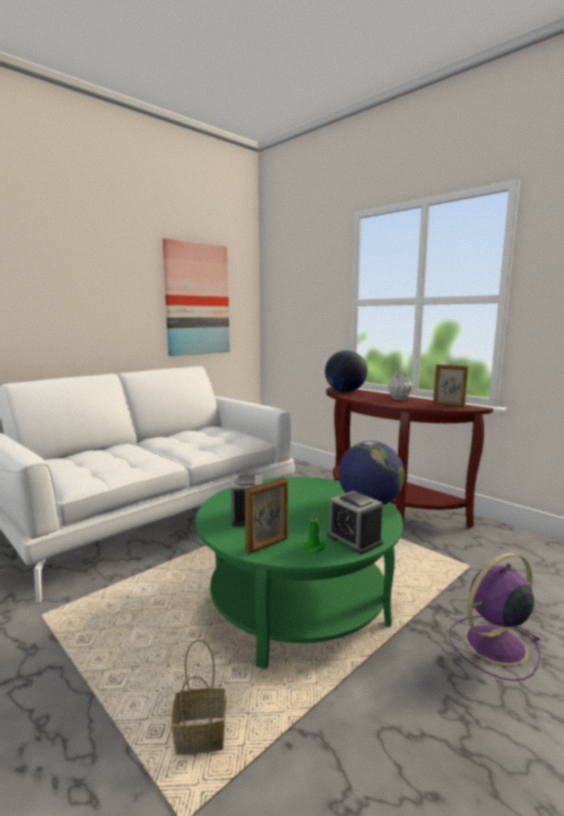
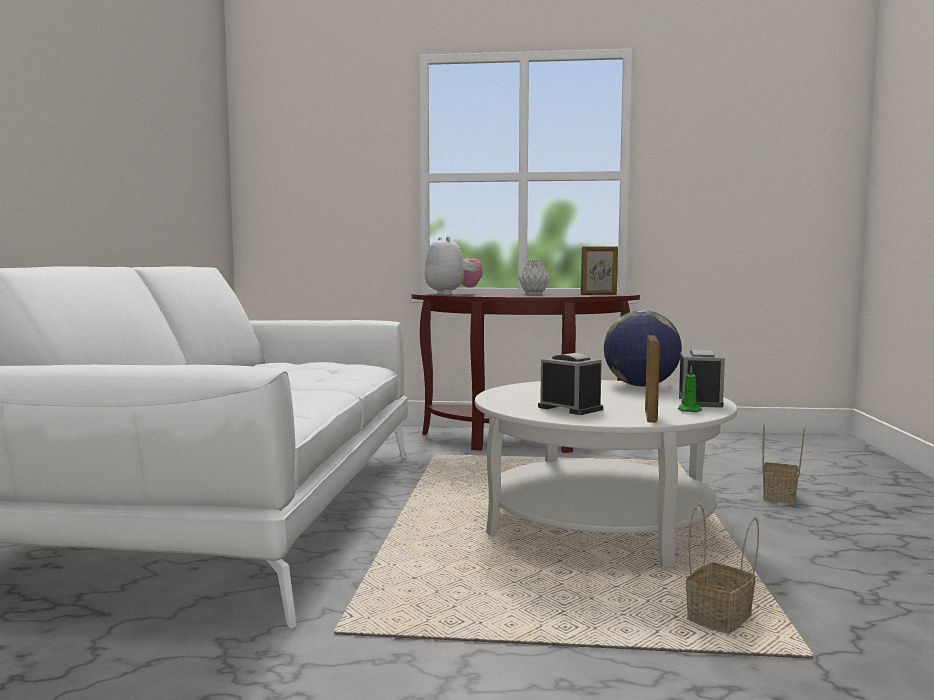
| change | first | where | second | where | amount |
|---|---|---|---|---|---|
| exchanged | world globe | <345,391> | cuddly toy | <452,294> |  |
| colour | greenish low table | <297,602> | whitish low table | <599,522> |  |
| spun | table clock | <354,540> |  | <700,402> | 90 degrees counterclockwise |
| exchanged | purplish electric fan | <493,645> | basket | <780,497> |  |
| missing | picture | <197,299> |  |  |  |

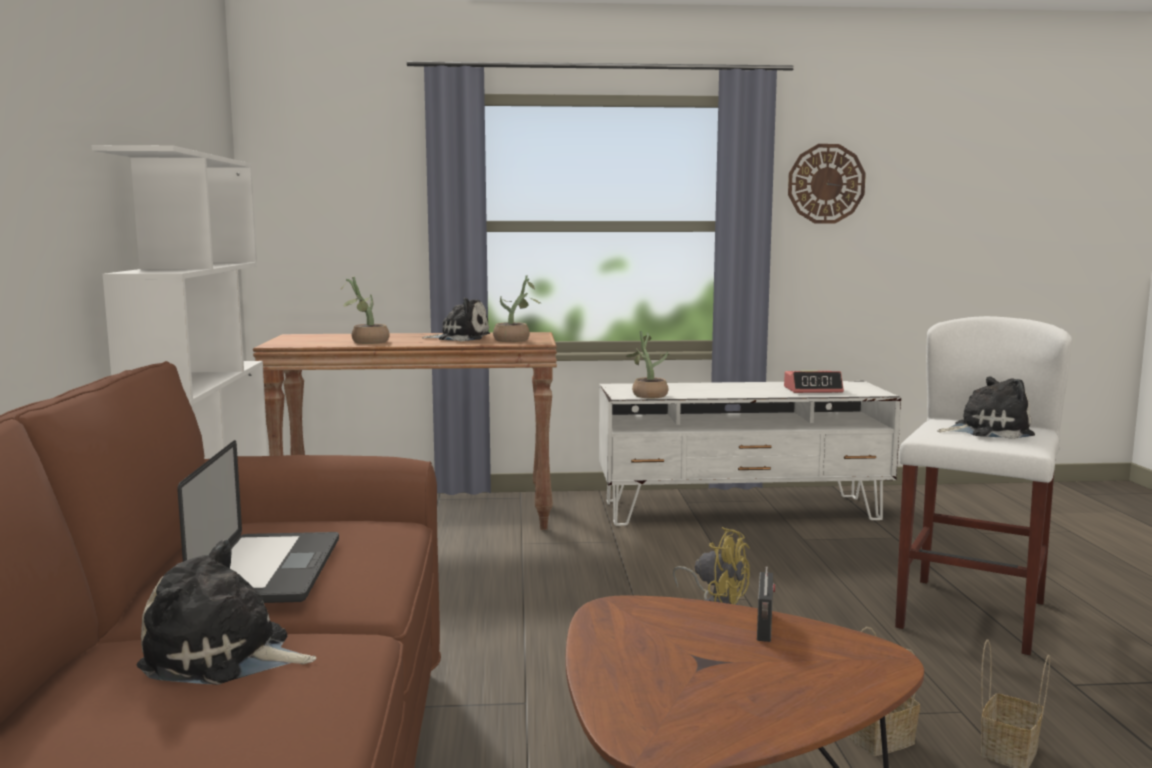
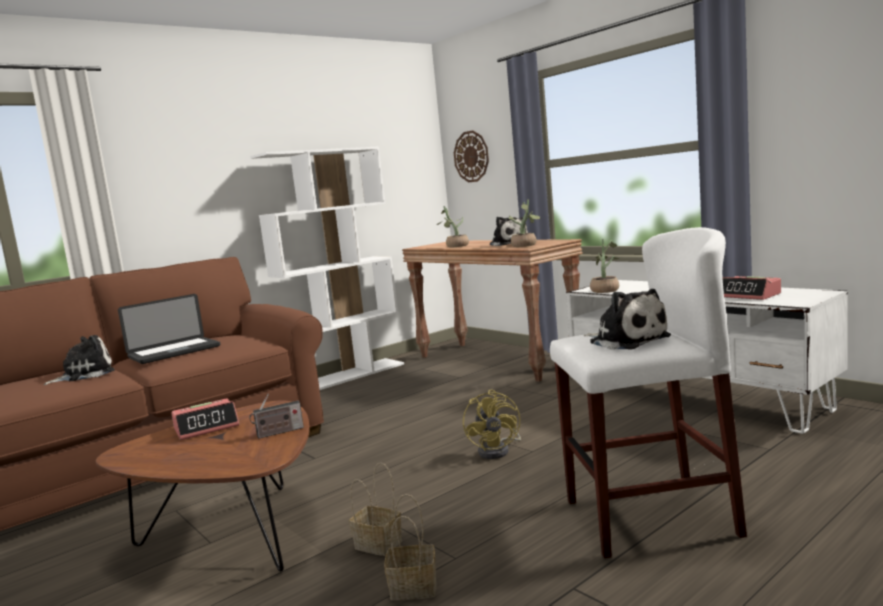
| change | first | where | second | where | amount |
|---|---|---|---|---|---|
| spun | cuddly toy | <223,656> |  | <84,374> | 75 degrees clockwise |
| appeared |  |  | table clock | <207,427> |  |
| relocated | hanging clock | <826,184> |  | <471,156> |  |

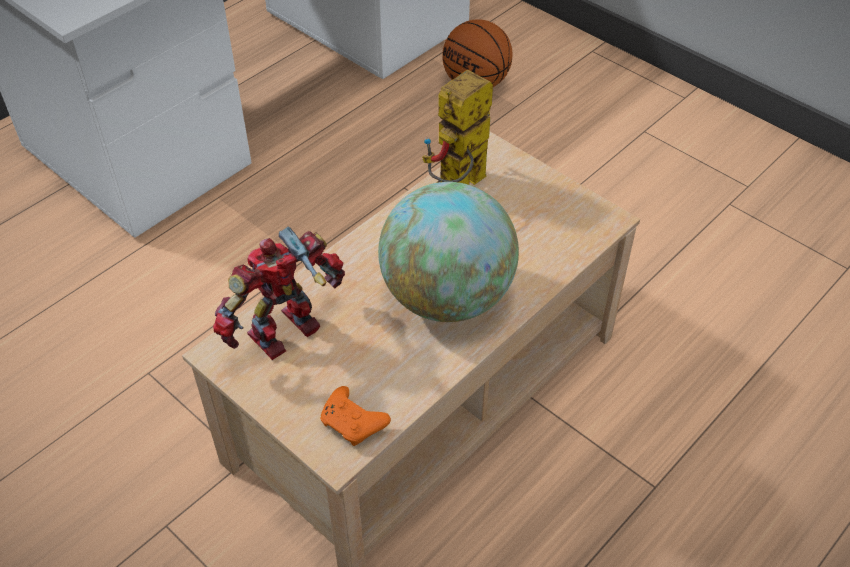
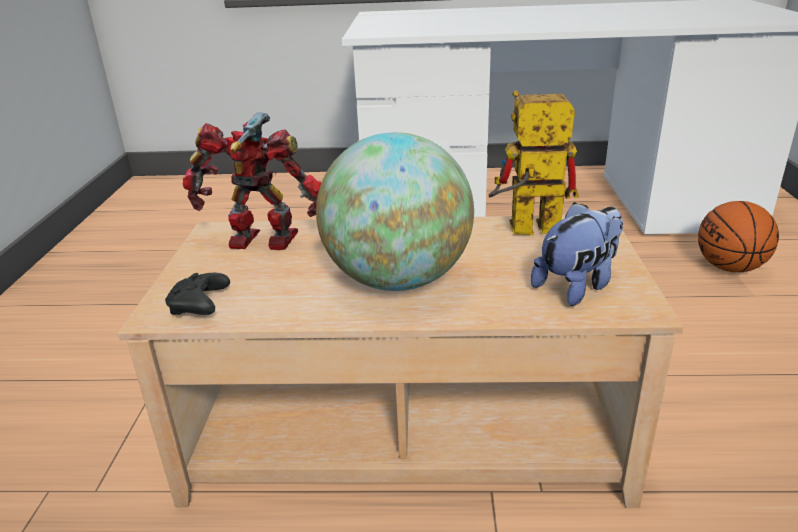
| change | first | where | second | where | amount |
|---|---|---|---|---|---|
| colour | orangey joypad | <354,423> | blackish joypad | <200,306> |  |
| appeared |  |  | cuddly toy | <577,286> |  |

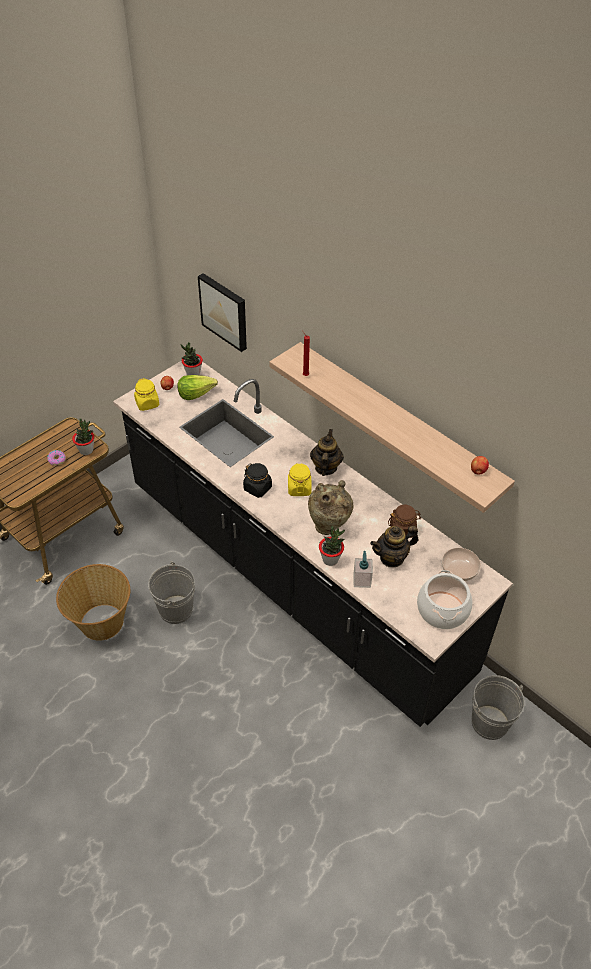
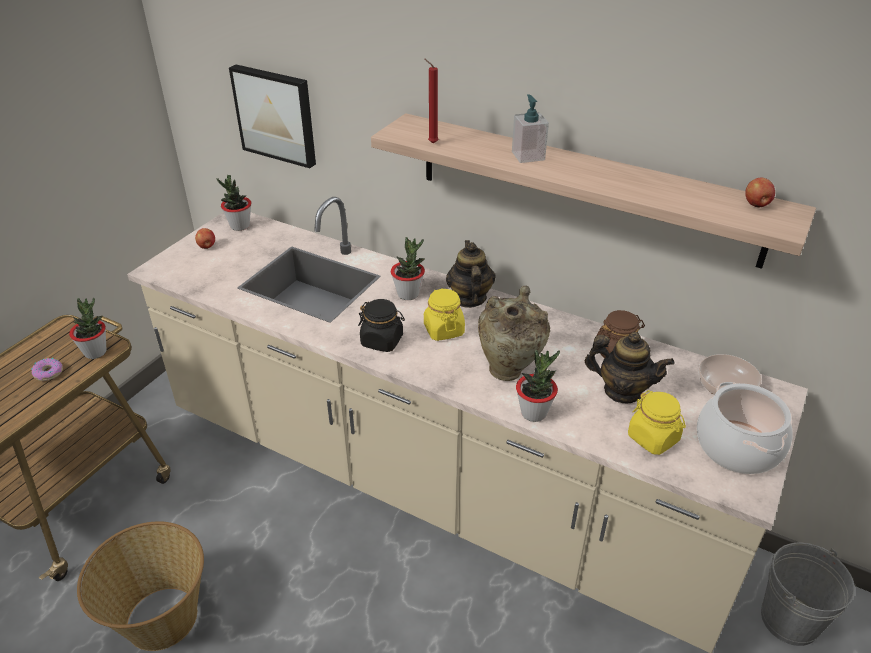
| change | first | where | second | where | amount |
|---|---|---|---|---|---|
| colour | blackish counter | <293,576> | beige-coloured counter | <435,482> |  |
| appeared |  |  | plant in a pot | <408,294> |  |
| relocated | soap bottle | <362,580> |  | <528,156> |  |
| spun | tea pot | <392,557> |  | <622,391> | 120 degrees counterclockwise |
| relocated | yellowish preserve jar | <147,403> |  | <653,438> |  |
| missing | greyish pail | <176,609> |  |  |  |
| missing | head of lettuce | <196,393> |  |  |  |

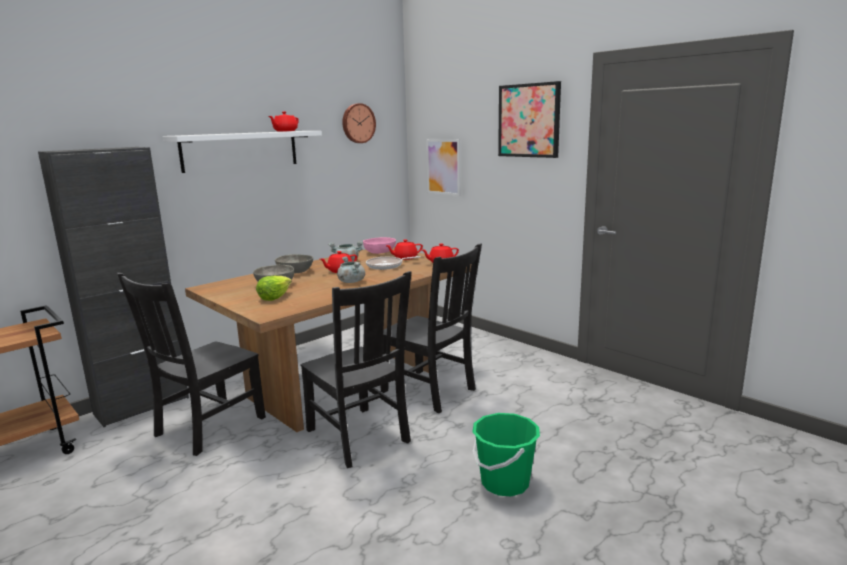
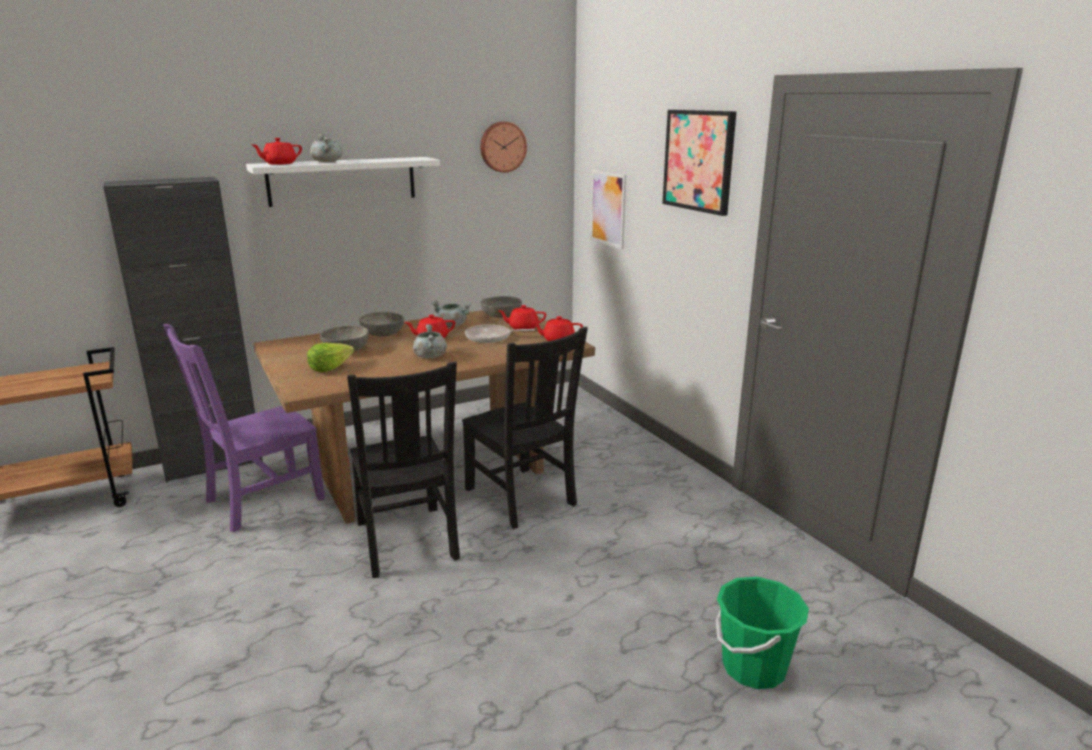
| change | first | where | second | where | amount |
|---|---|---|---|---|---|
| colour | blackish chair | <207,428> | purplish chair | <261,501> |  |
| relocated | red-coloured tea pot | <285,131> |  | <279,164> |  |
| appeared |  |  | greyish saucepot | <327,162> |  |
| colour | pink-coloured bowl | <380,252> | greyish bowl | <501,316> |  |
| relocated | greenish pail | <504,482> |  | <753,667> |  |

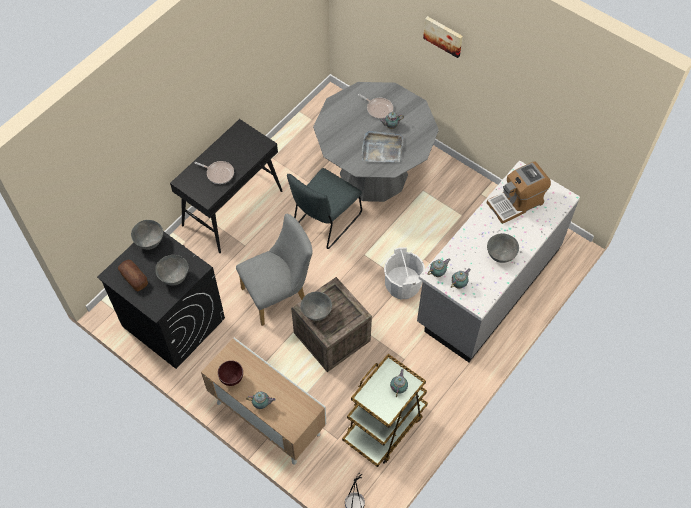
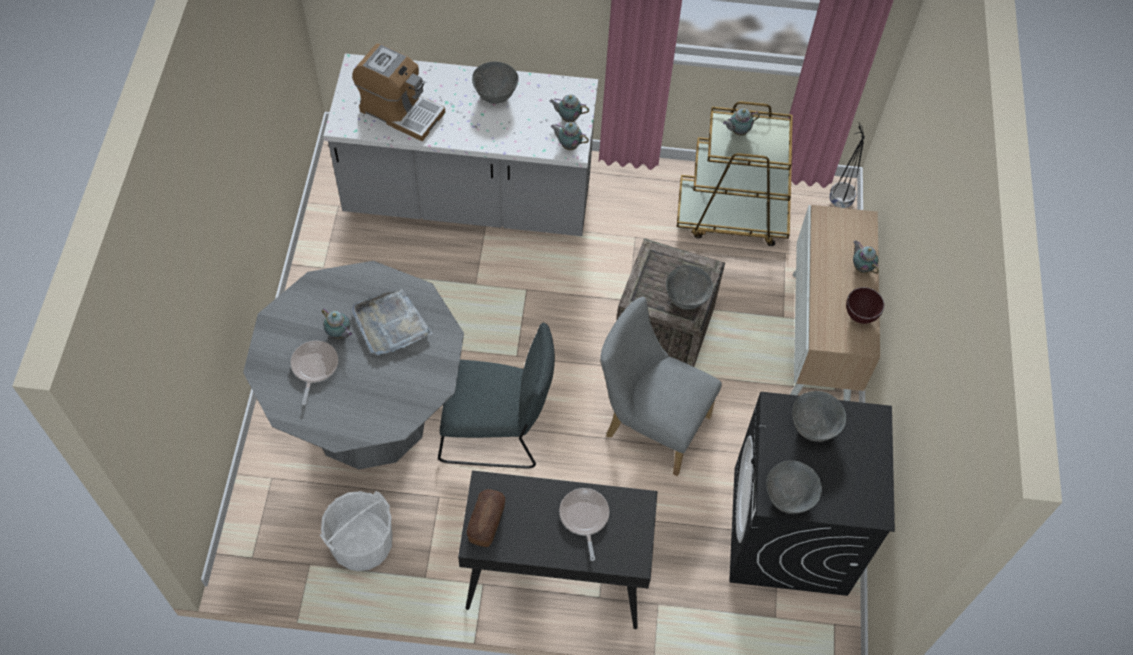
| change | first | where | second | where | amount |
|---|---|---|---|---|---|
| relocated | whitish pail | <403,285> |  | <362,544> |  |
| relocated | bakery bread | <134,278> |  | <486,522> |  |
| missing | picture | <443,36> |  |  |  |

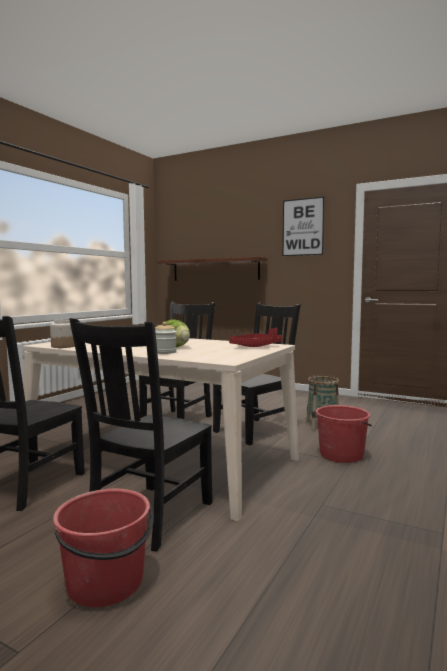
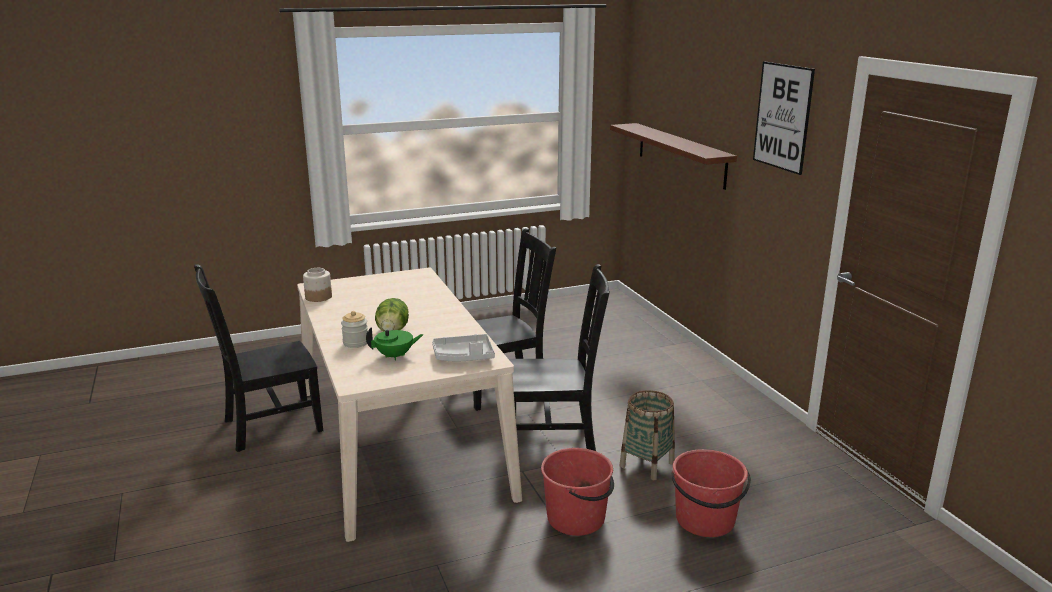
| change | first | where | second | where | amount |
|---|---|---|---|---|---|
| appeared |  |  | greenish tea pot | <395,356> |  |
| colour | red-coloured tray | <256,346> | greyish tray | <464,356> |  |
| relocated | red-coloured pail | <106,583> |  | <705,520> |  |
| missing | blackish chair | <149,517> |  |  |  |

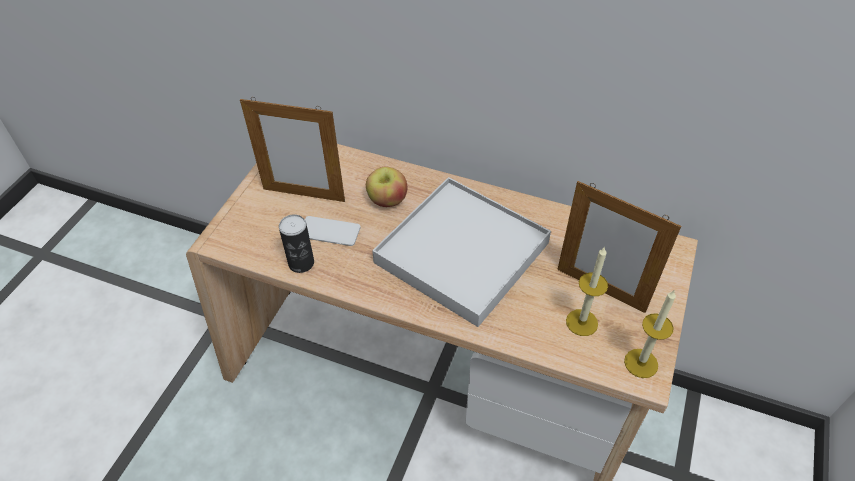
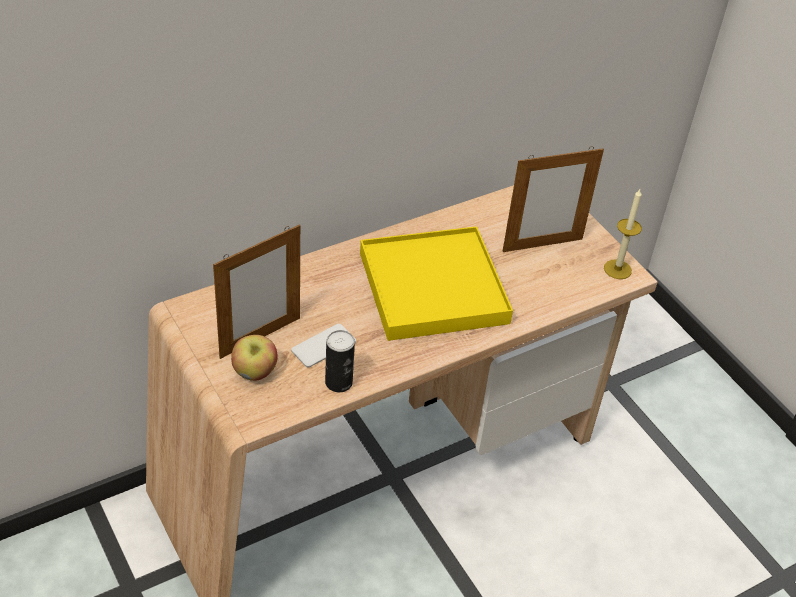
| change | first | where | second | where | amount |
|---|---|---|---|---|---|
| relocated | apple | <387,200> |  | <255,372> |  |
| colour | whitish tray | <462,253> | yellowish tray | <433,287> |  |
| missing | wax light | <582,322> |  |  |  |

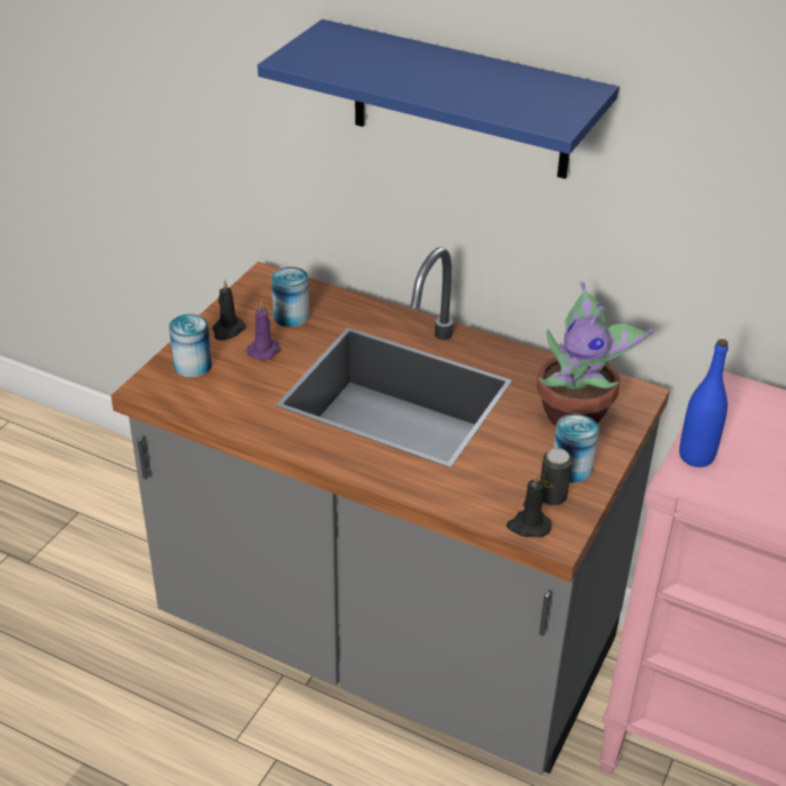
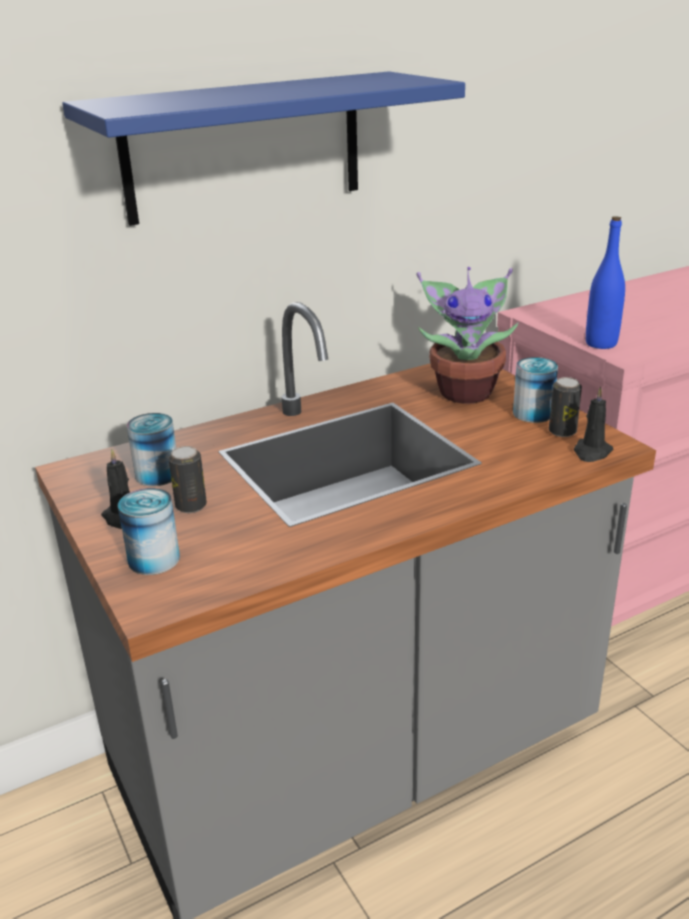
| change | first | where | second | where | amount |
|---|---|---|---|---|---|
| exchanged | purplish wax light | <265,350> | metal can | <191,506> |  |

